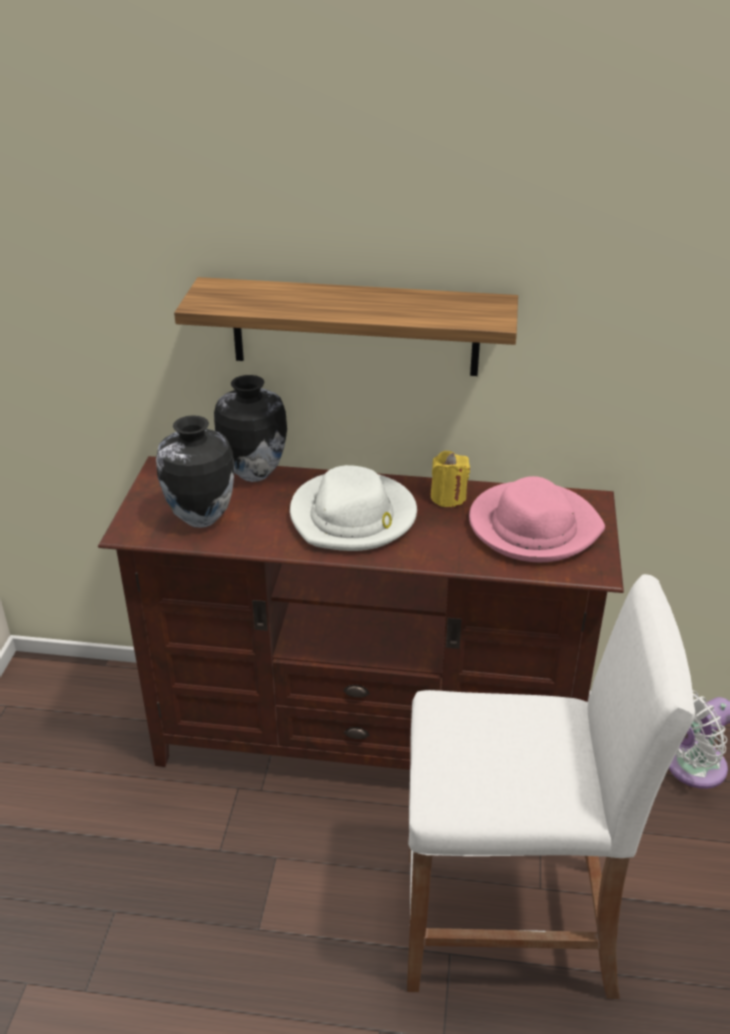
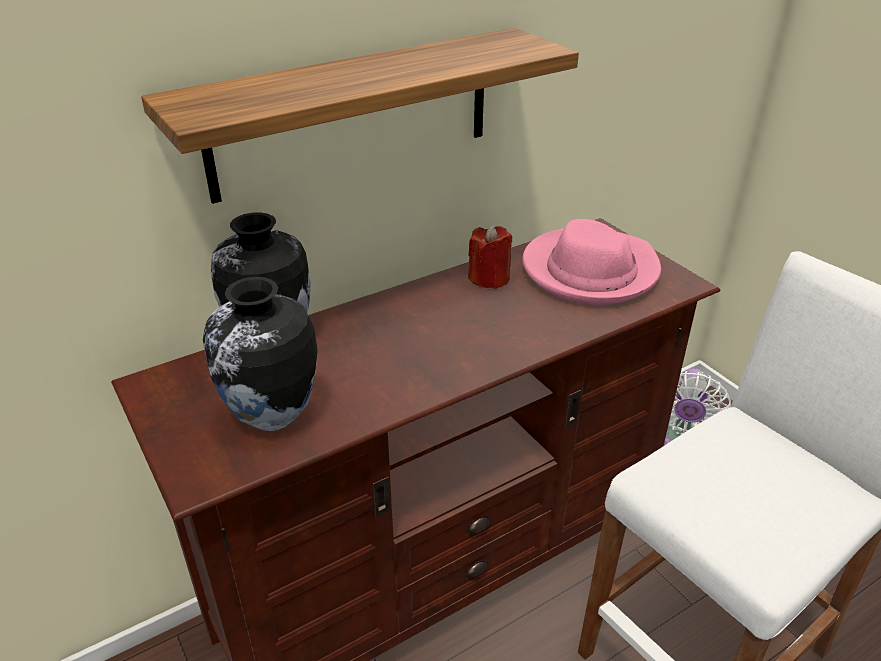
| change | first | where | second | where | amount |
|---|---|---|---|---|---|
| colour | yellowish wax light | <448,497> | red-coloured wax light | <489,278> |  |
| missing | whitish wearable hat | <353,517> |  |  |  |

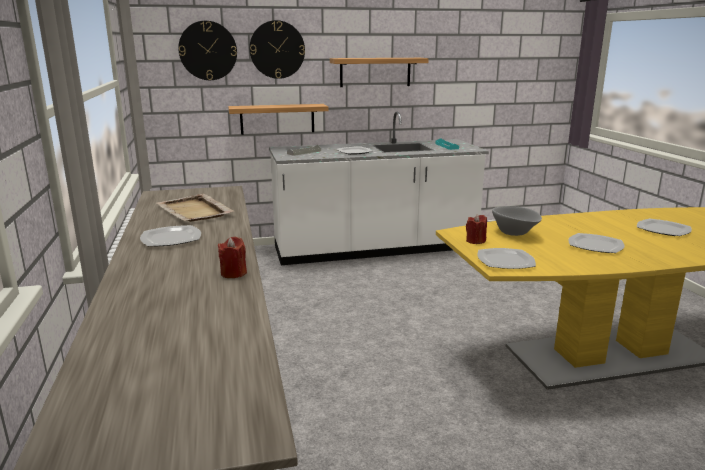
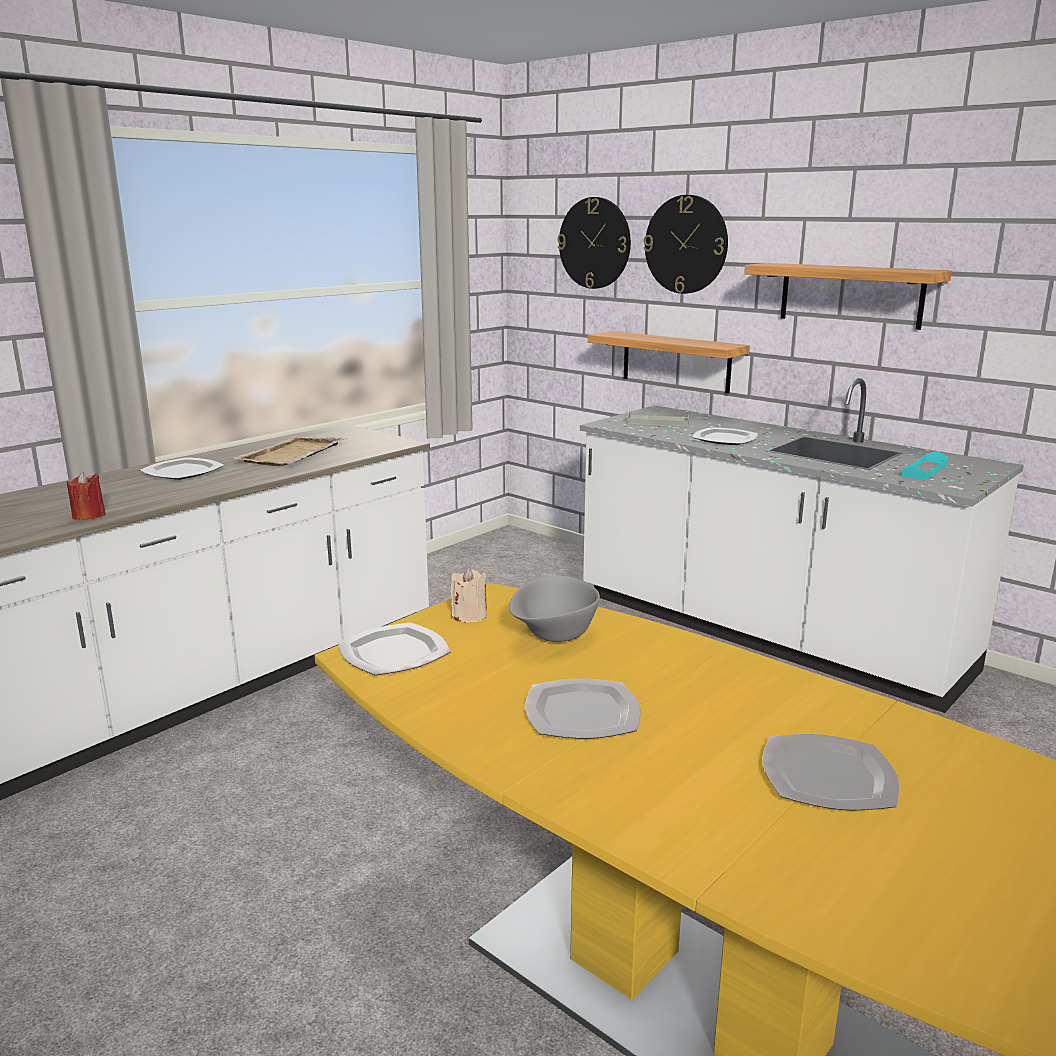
| change | first | where | second | where | amount |
|---|---|---|---|---|---|
| colour | red-coloured wax light | <475,241> | beige-coloured wax light | <469,616> |  |

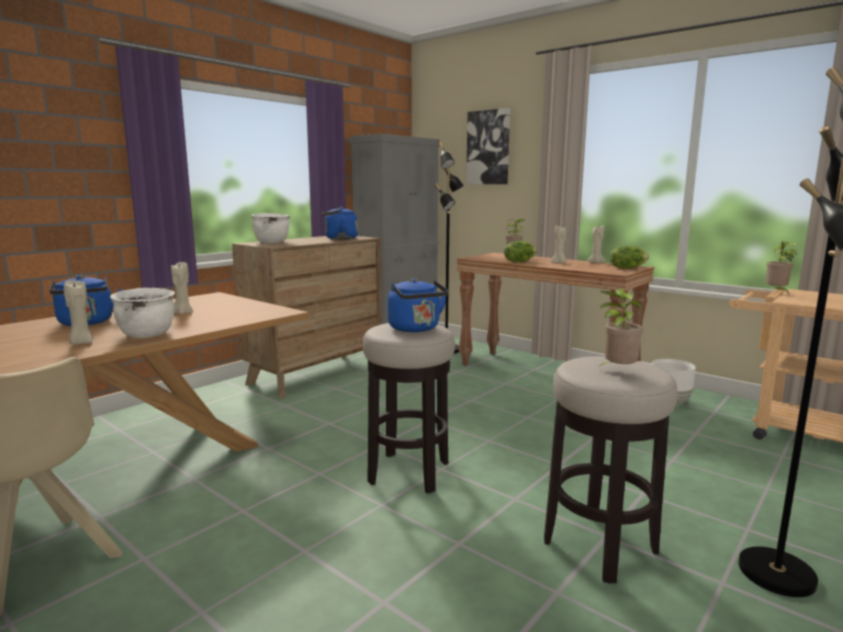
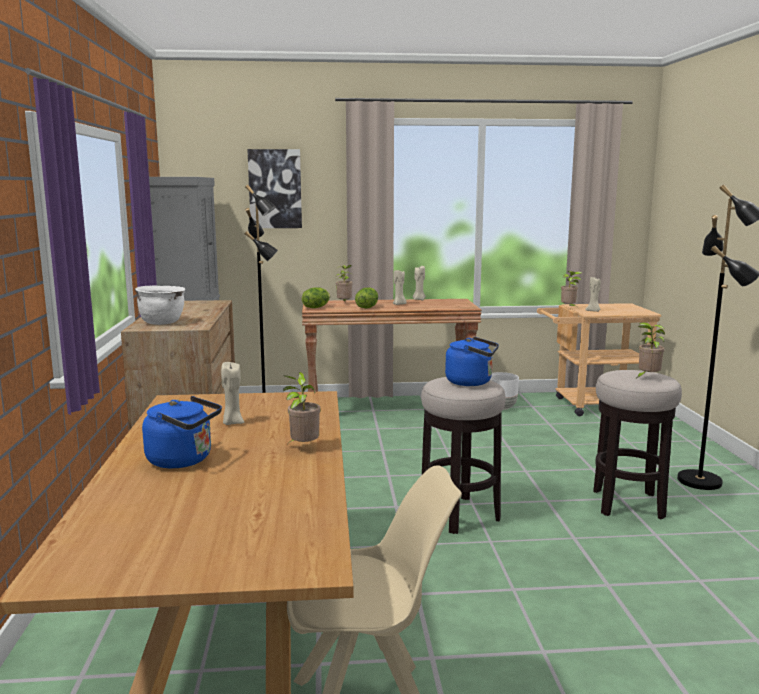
| change | first | where | second | where | amount |
|---|---|---|---|---|---|
| exchanged | whitish saucepot | <148,335> | plant in a pot | <303,447> |  |
| relocated | head of lettuce | <627,268> |  | <316,307> |  |
| relocated | beige-coloured wax light | <81,343> |  | <593,311> |  |
| missing | blue-coloured kettle | <339,239> |  |  |  |

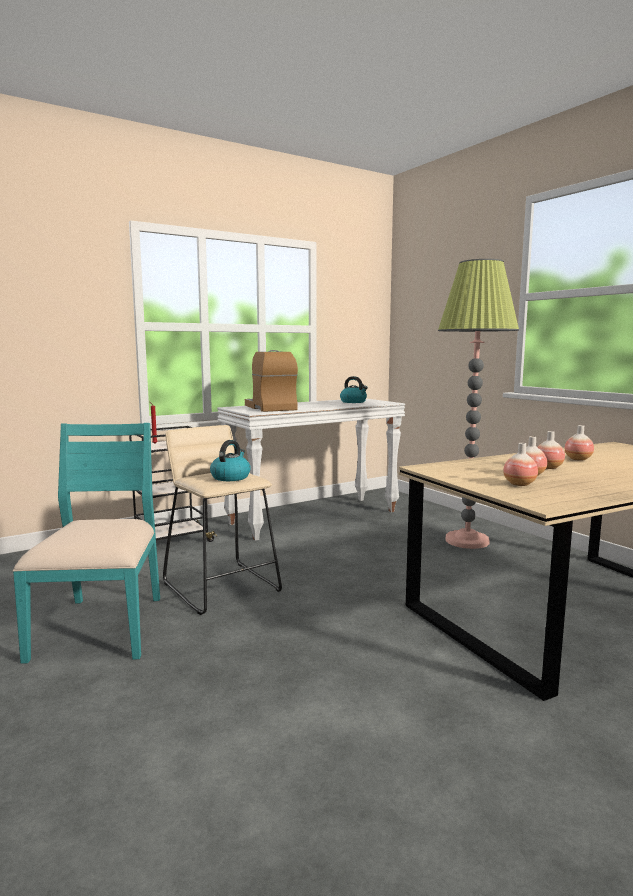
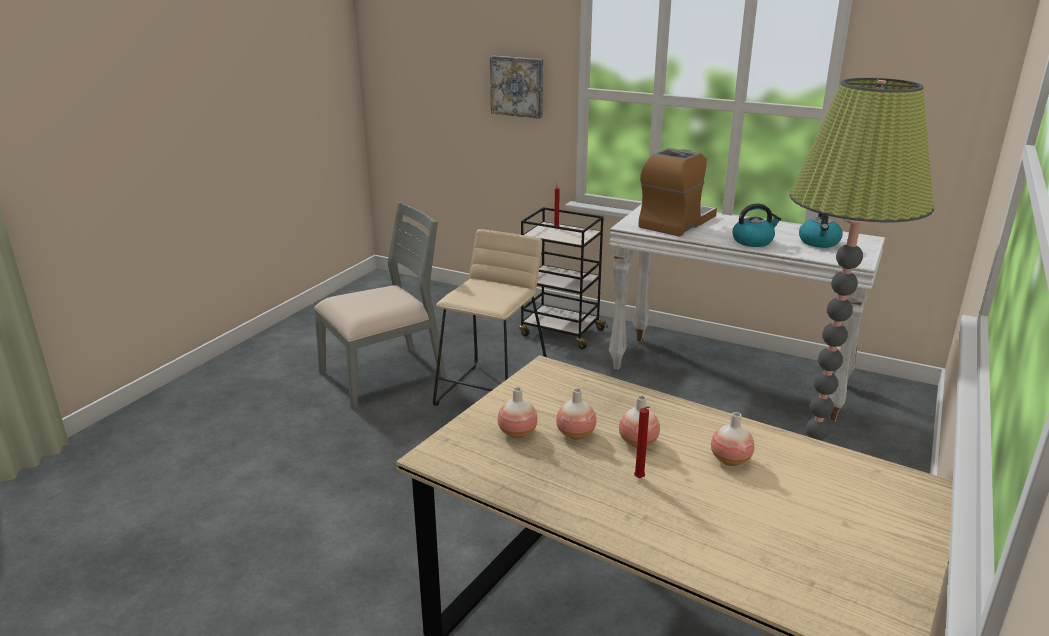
| change | first | where | second | where | amount |
|---|---|---|---|---|---|
| colour | turquoise chair | <102,626> | greyish chair | <384,375> |  |
| appeared |  |  | picture | <518,86> |  |
| appeared |  |  | red-coloured wax light | <640,479> |  |
| relocated | kettle | <230,477> |  | <753,241> |  |

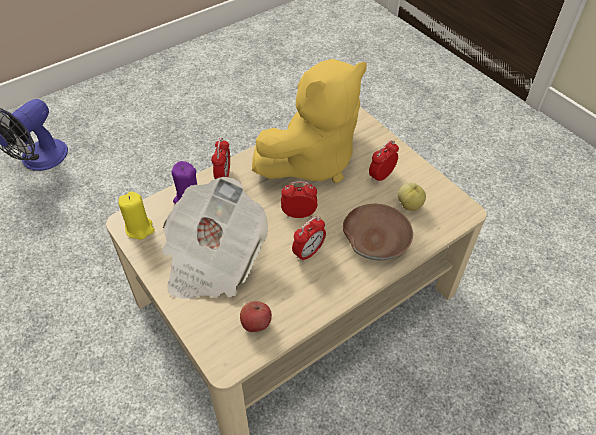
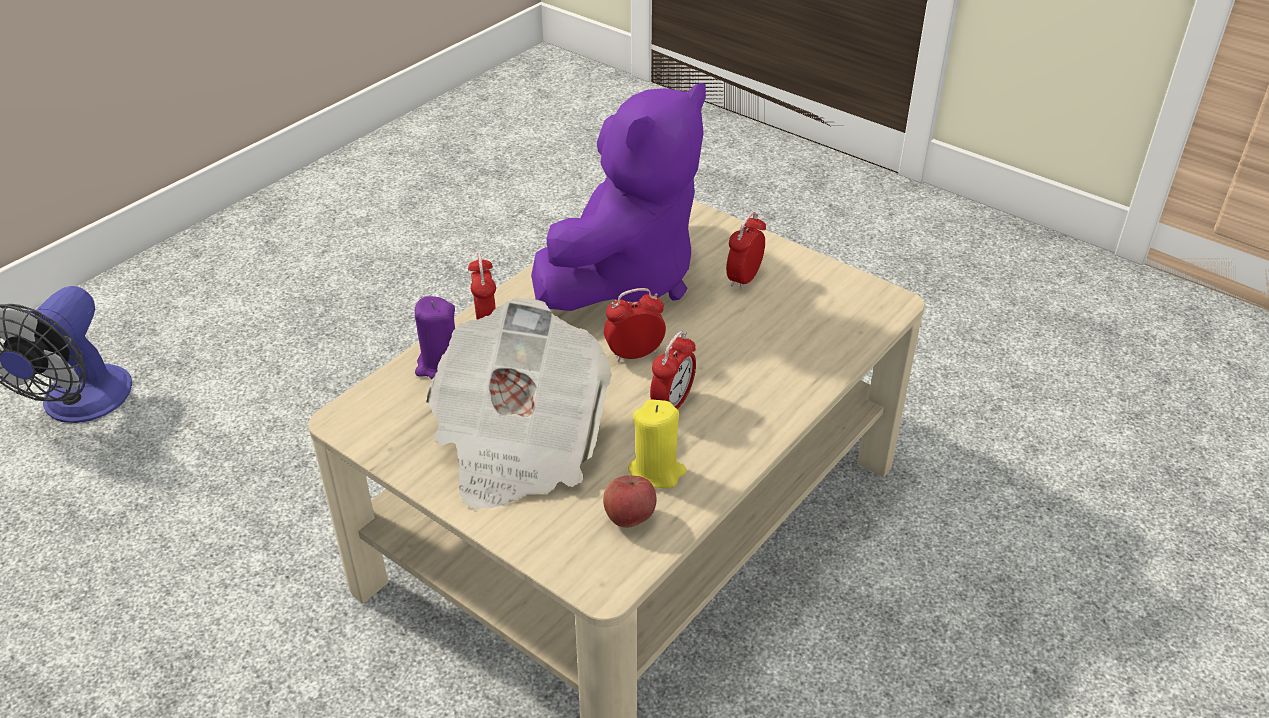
| change | first | where | second | where | amount |
|---|---|---|---|---|---|
| colour | yellowish cuddly toy | <312,161> | purplish cuddly toy | <624,277> |  |
| relocated | yellowish wax light | <139,228> |  | <657,471> |  |
| missing | brown-coloured bowl | <375,238> |  |  |  |
| missing | apple | <410,205> |  |  |  |

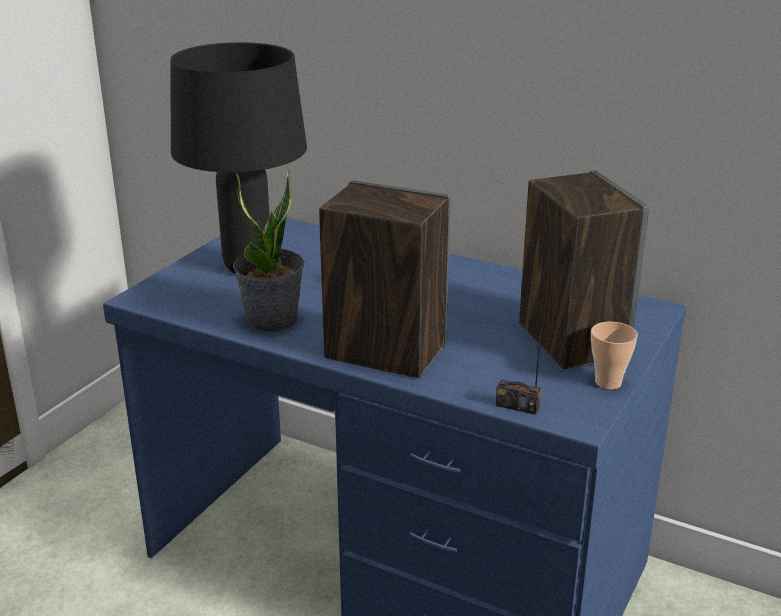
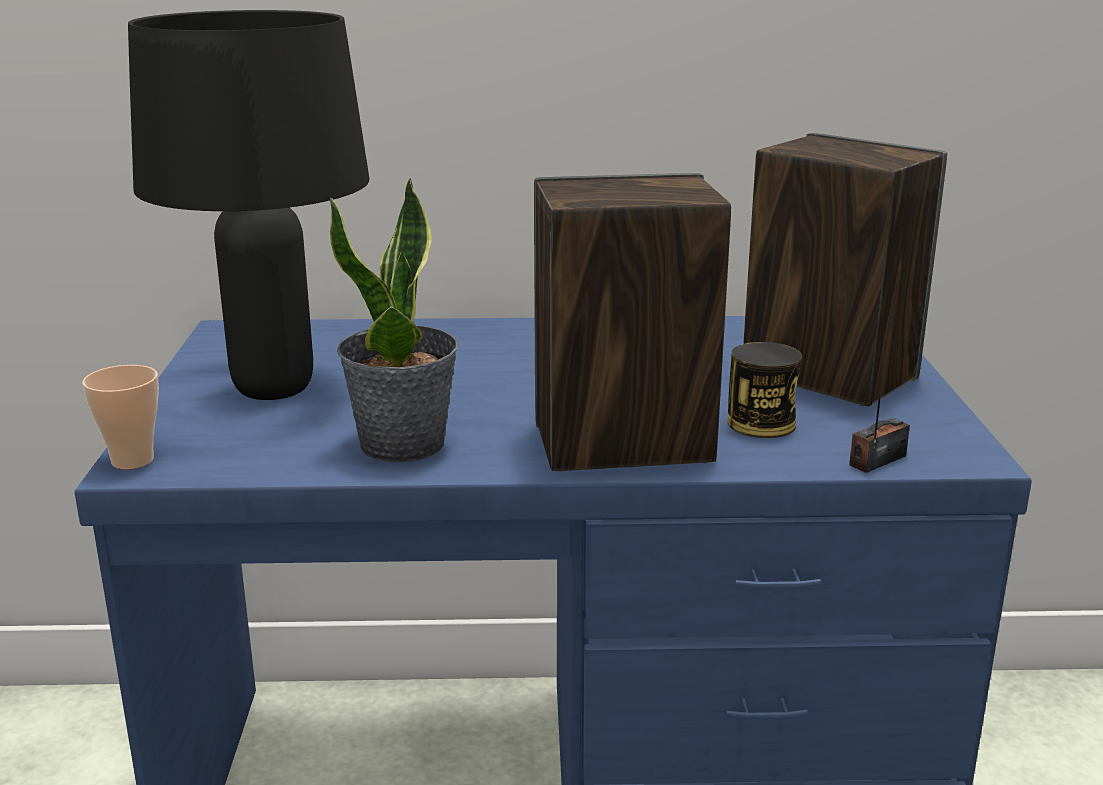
| change | first | where | second | where | amount |
|---|---|---|---|---|---|
| relocated | cup | <608,382> |  | <132,461> |  |
| appeared |  |  | metal can | <761,423> |  |
| spun | radio receiver | <517,406> |  | <878,461> | 150 degrees clockwise |

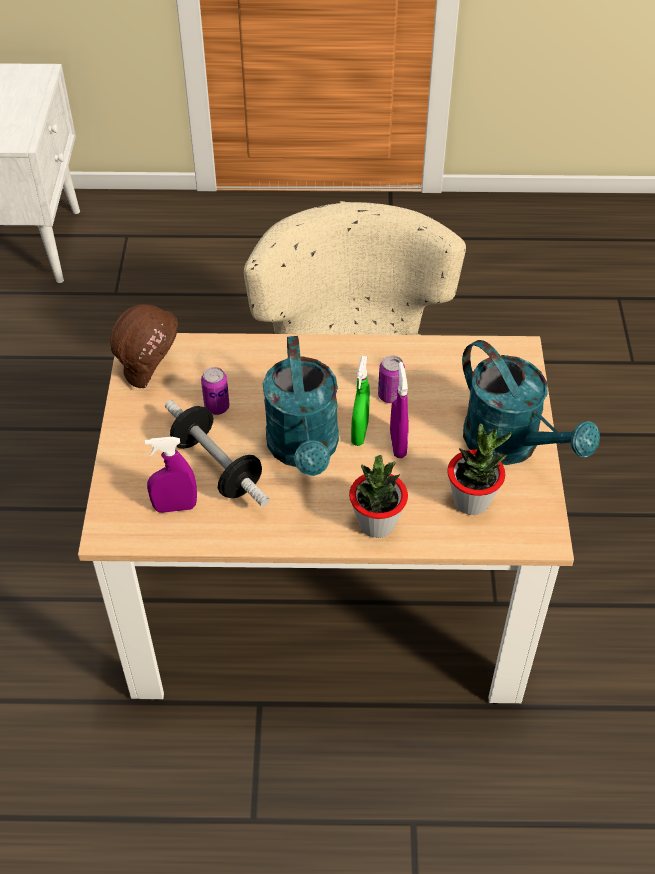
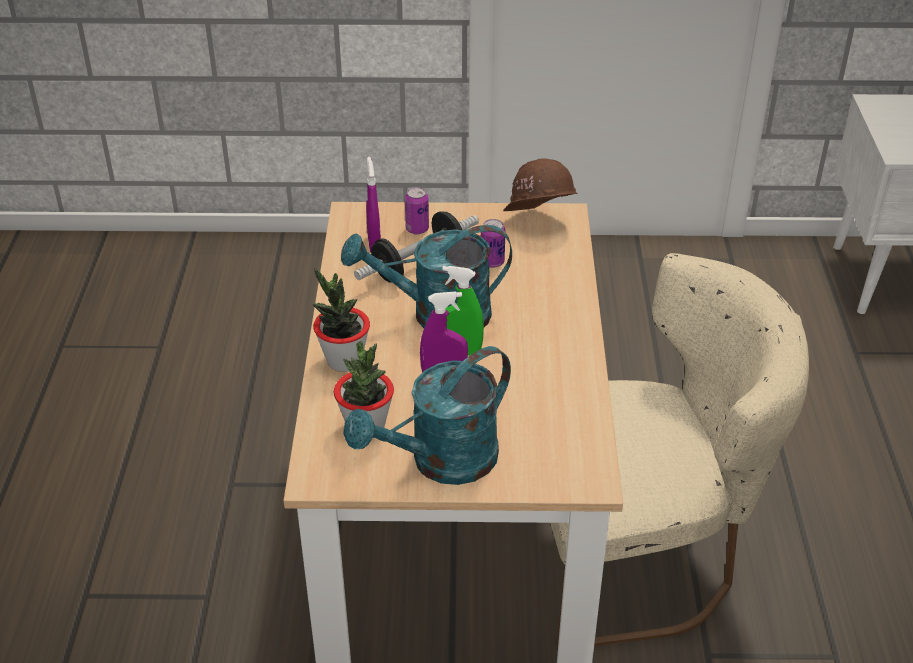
| change | first | where | second | where | amount |
|---|---|---|---|---|---|
| relocated | metal can | <390,395> |  | <417,229> |  |

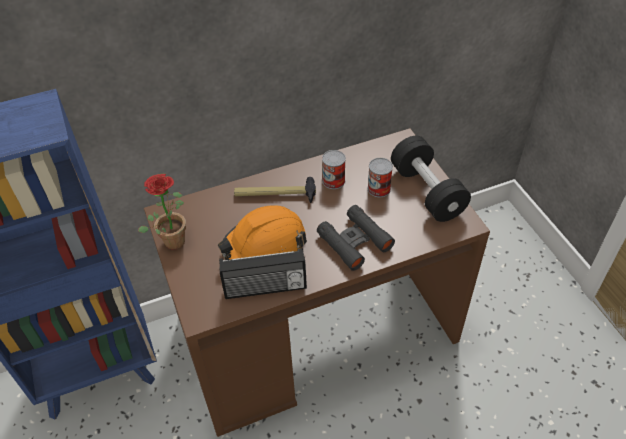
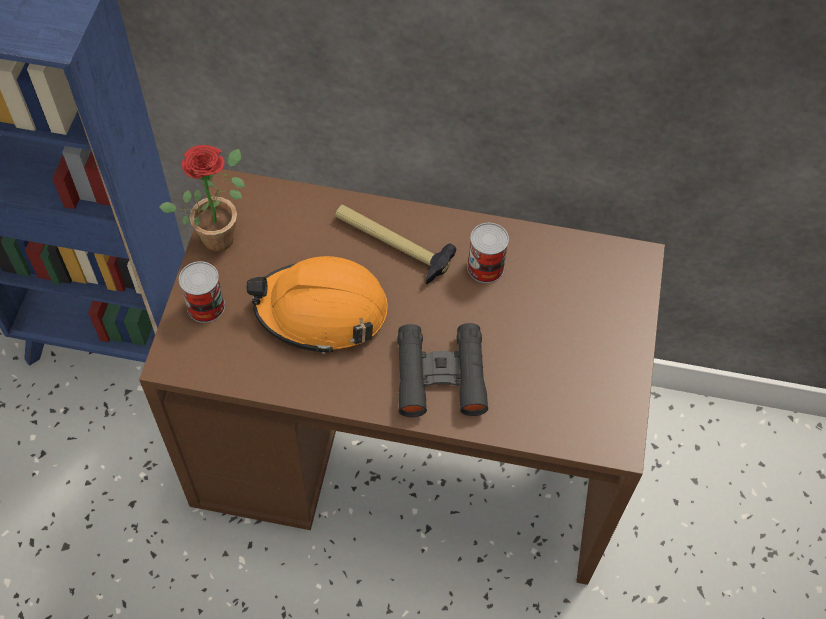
| change | first | where | second | where | amount |
|---|---|---|---|---|---|
| relocated | metal can | <379,189> |  | <206,306> |  |
| missing | radio receiver | <265,289> |  |  |  |
| missing | blackish dumbbell | <427,192> |  |  |  |

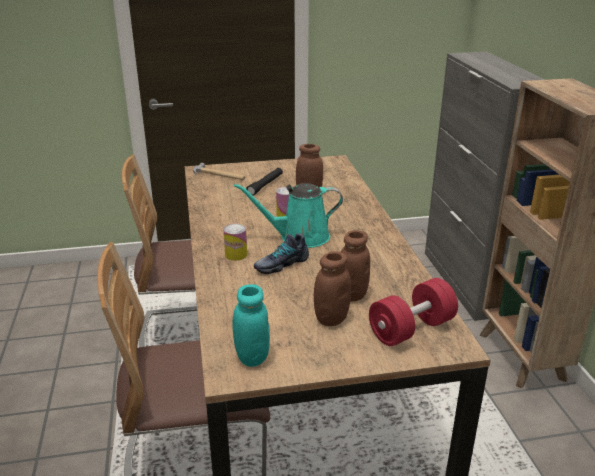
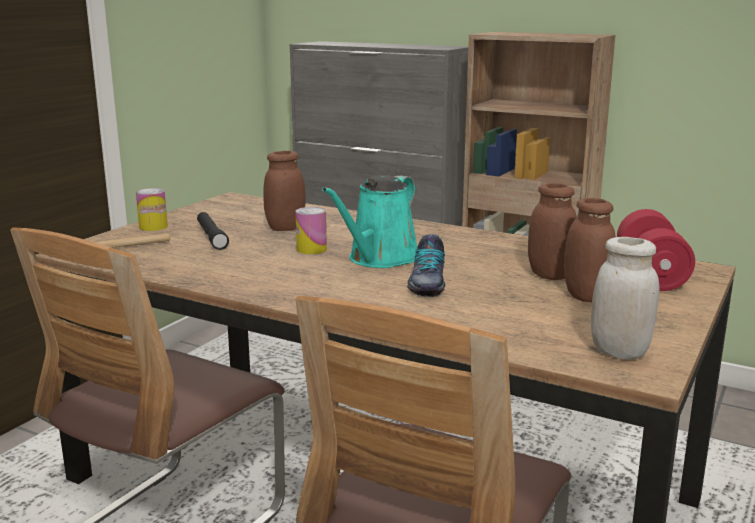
| change | first | where | second | where | amount |
|---|---|---|---|---|---|
| relocated | metal can | <236,255> |  | <153,227> |  |
| colour | turquoise preserve jar | <252,357> | whitish preserve jar | <619,352> |  |

